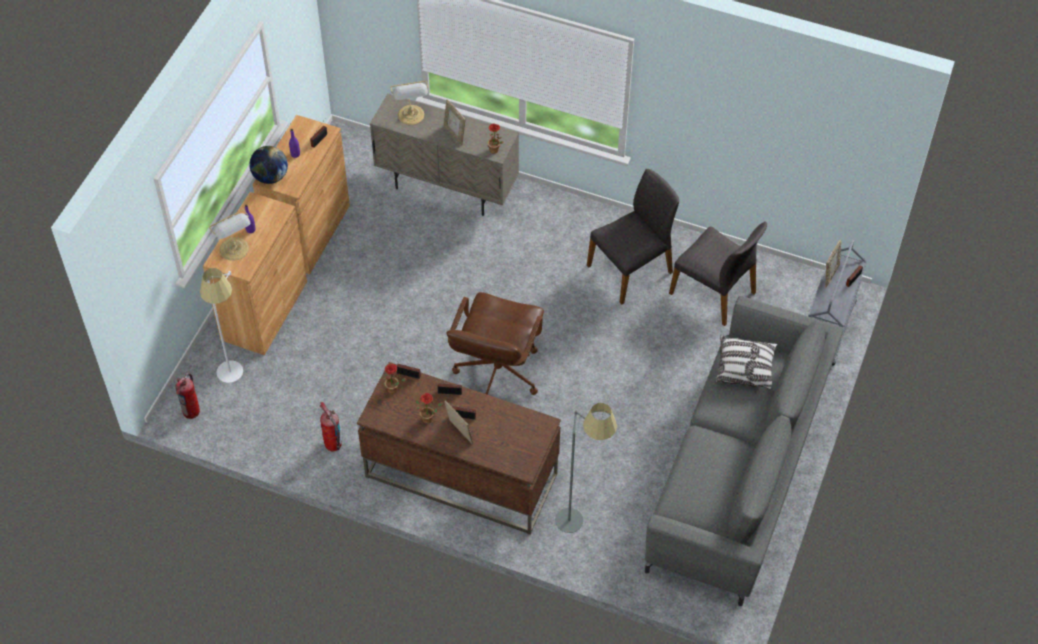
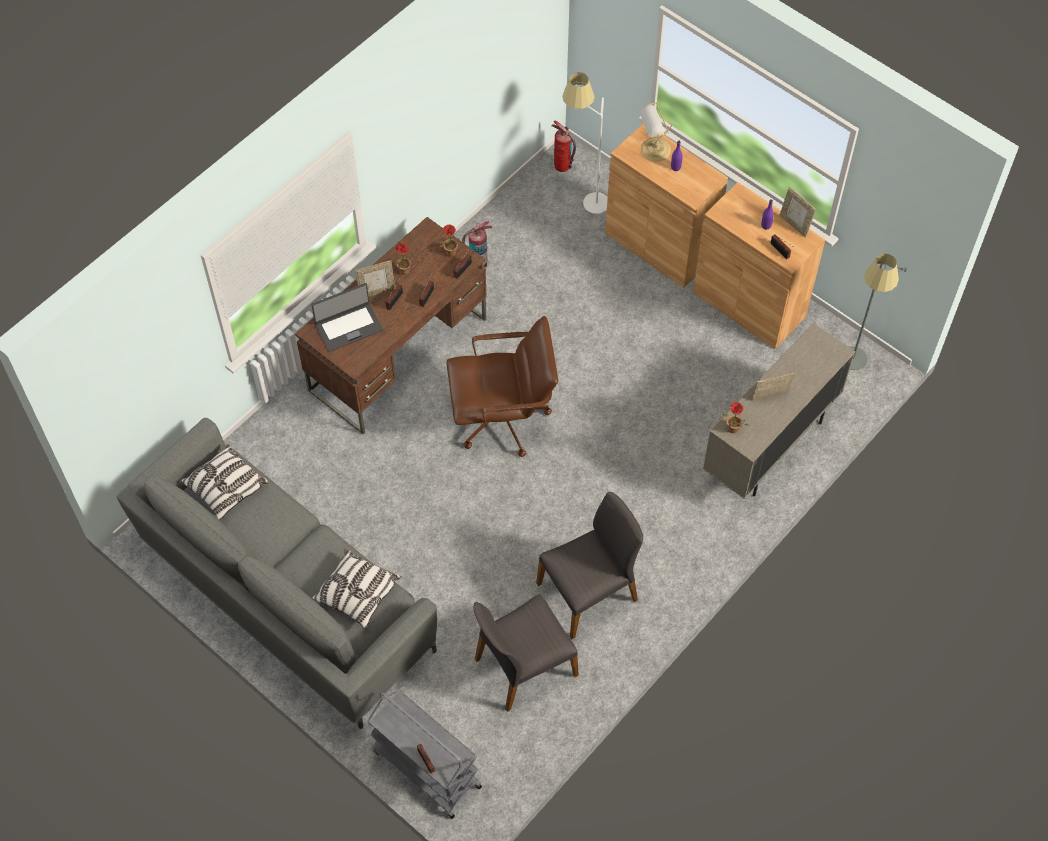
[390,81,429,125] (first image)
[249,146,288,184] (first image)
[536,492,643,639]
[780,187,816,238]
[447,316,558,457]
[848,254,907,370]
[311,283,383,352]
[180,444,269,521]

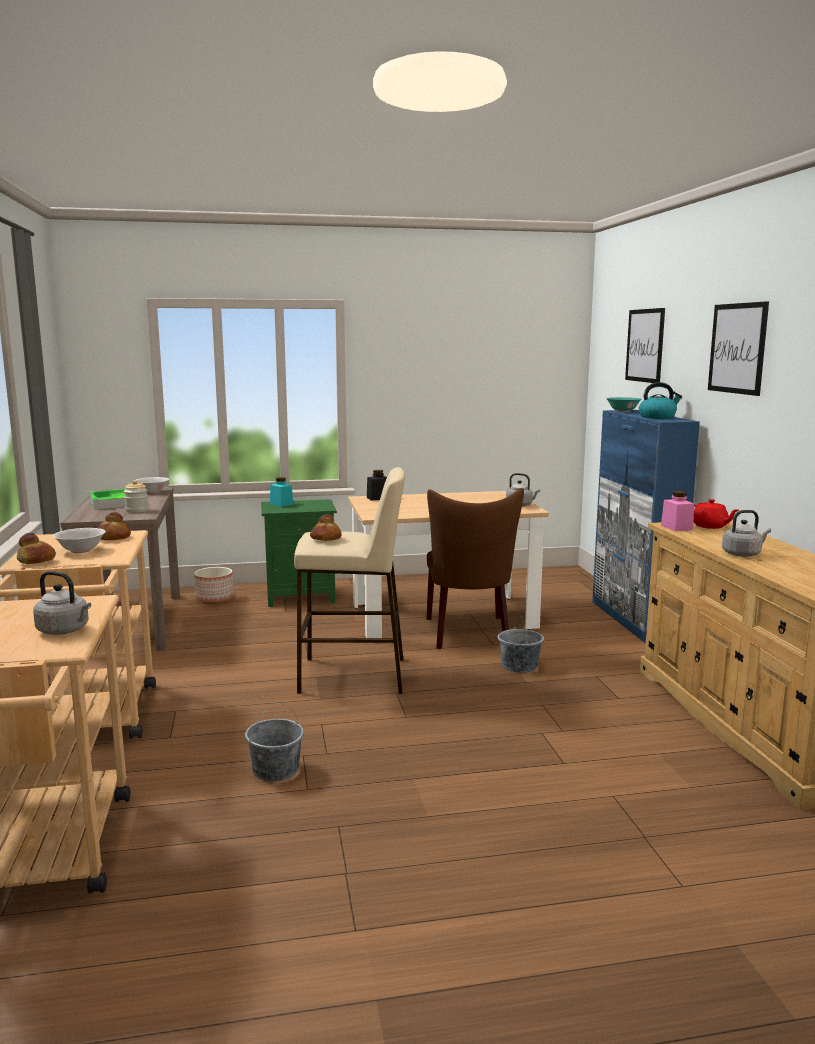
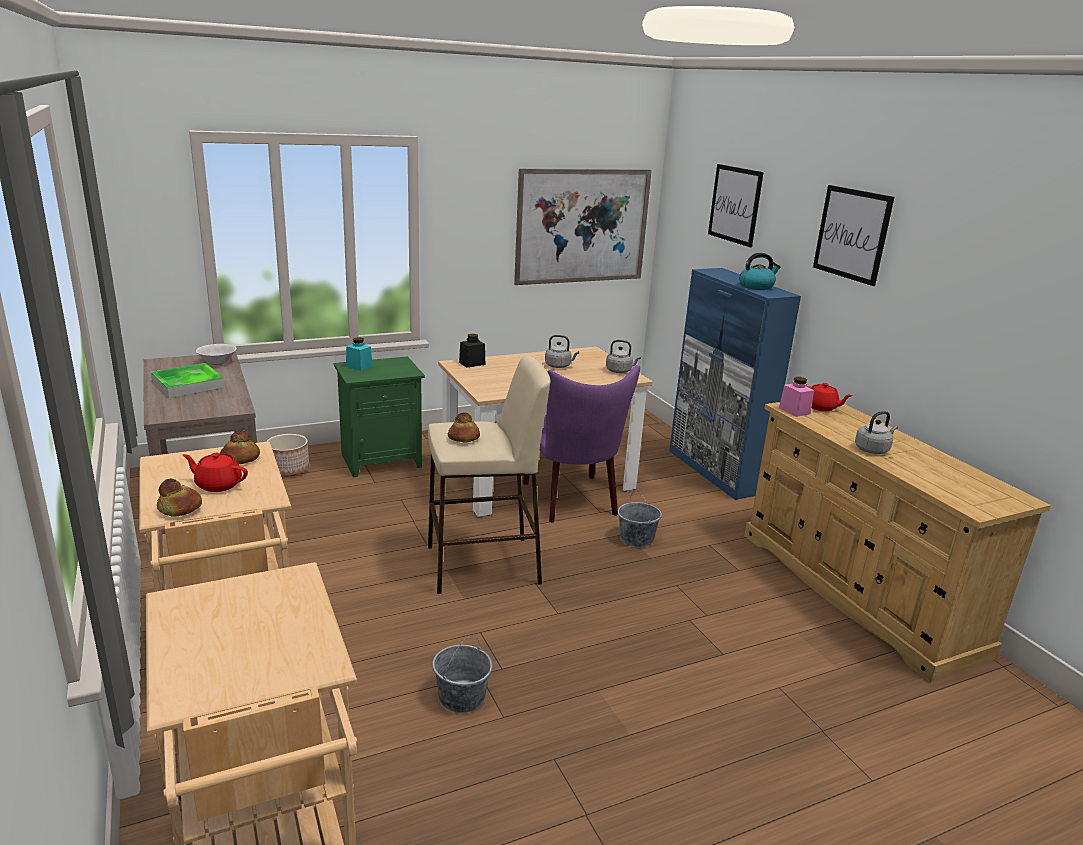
[606,397,642,412] (first image)
[124,480,149,513] (first image)
[523,365,640,523]
[183,453,248,492]
[545,335,579,368]
[514,169,652,285]

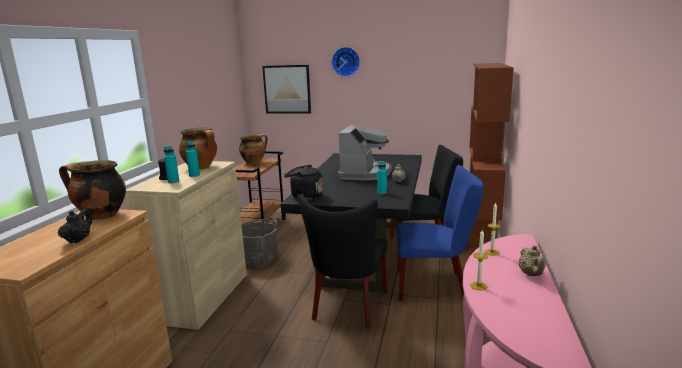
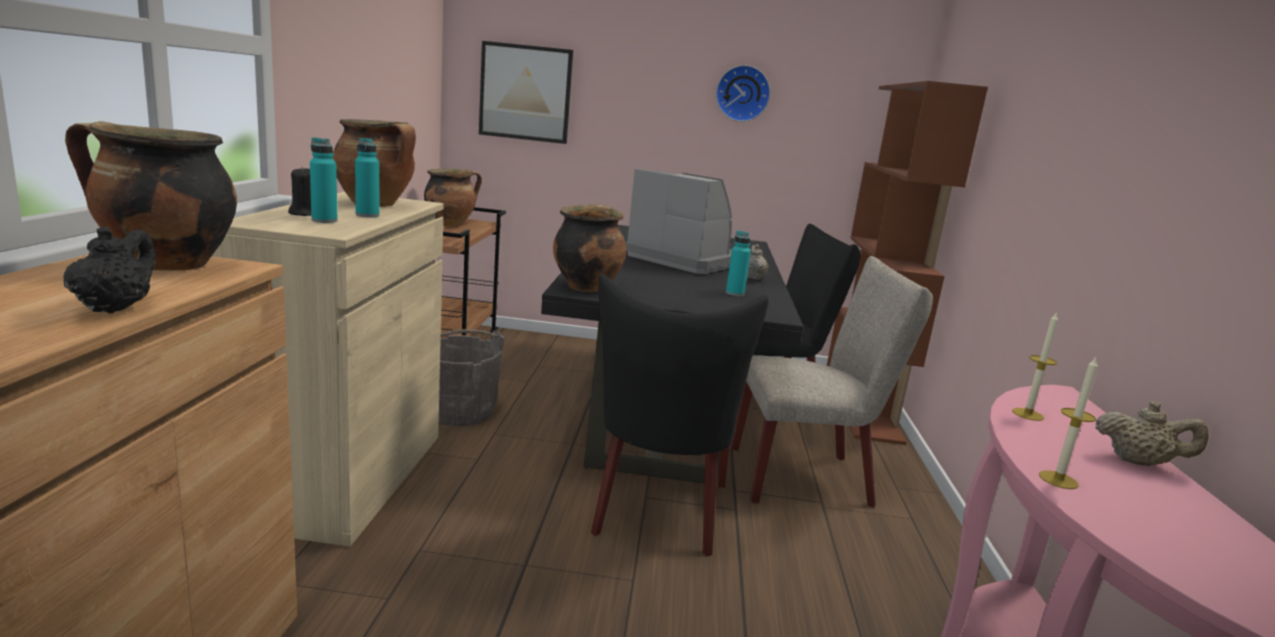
[716,65,771,122]
[626,168,732,274]
[553,205,626,292]
[731,256,933,508]
[1095,401,1209,466]

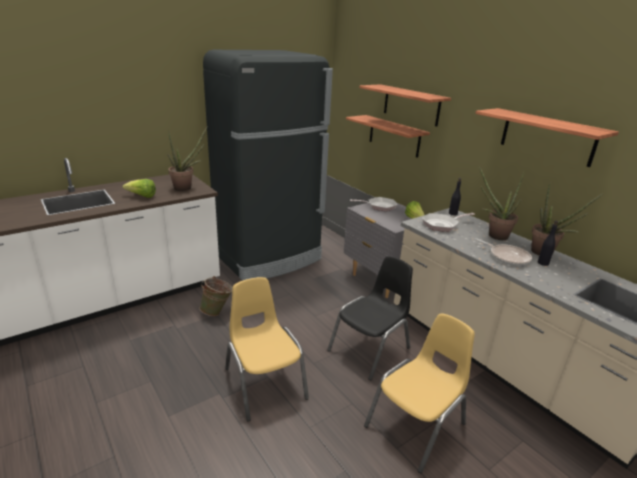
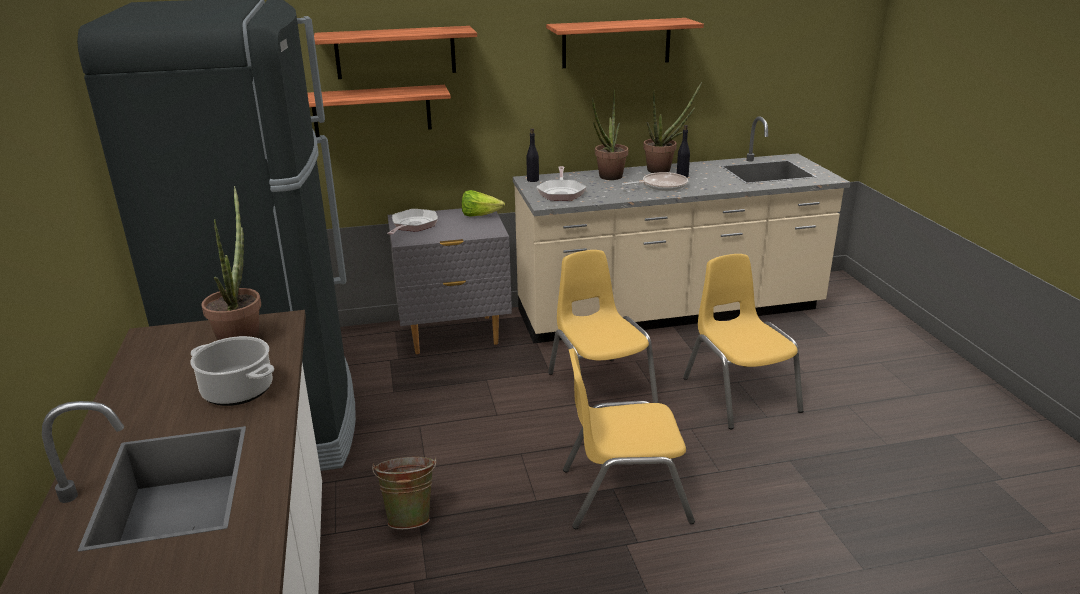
[190,336,274,406]
[548,250,658,403]

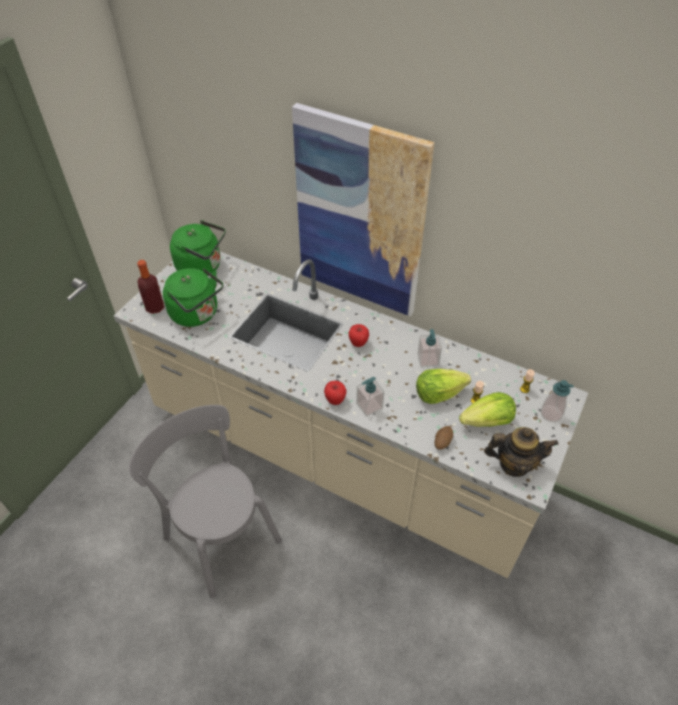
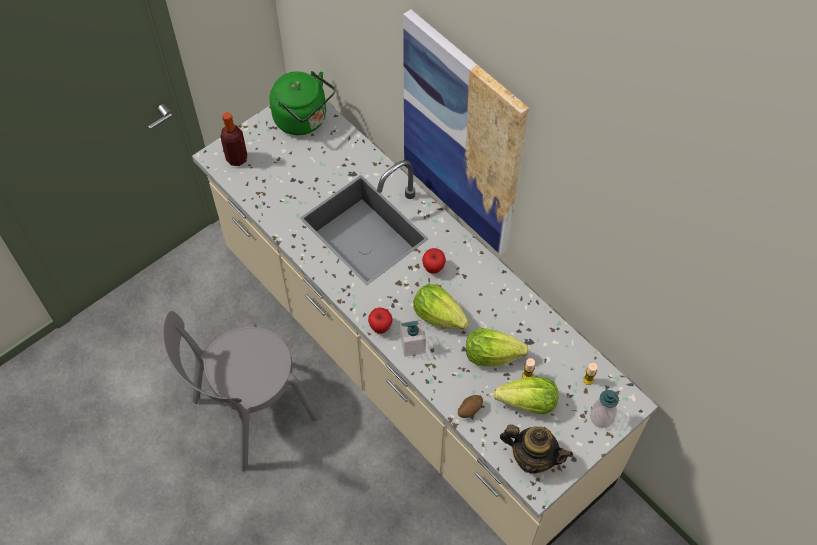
[163,268,224,327] (first image)
[417,329,442,368] (first image)
[163,311,319,472]
[413,284,469,330]

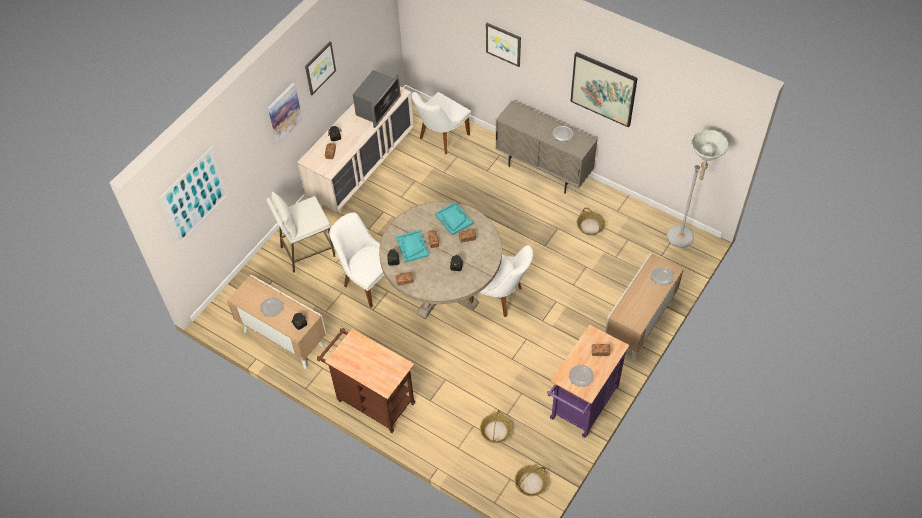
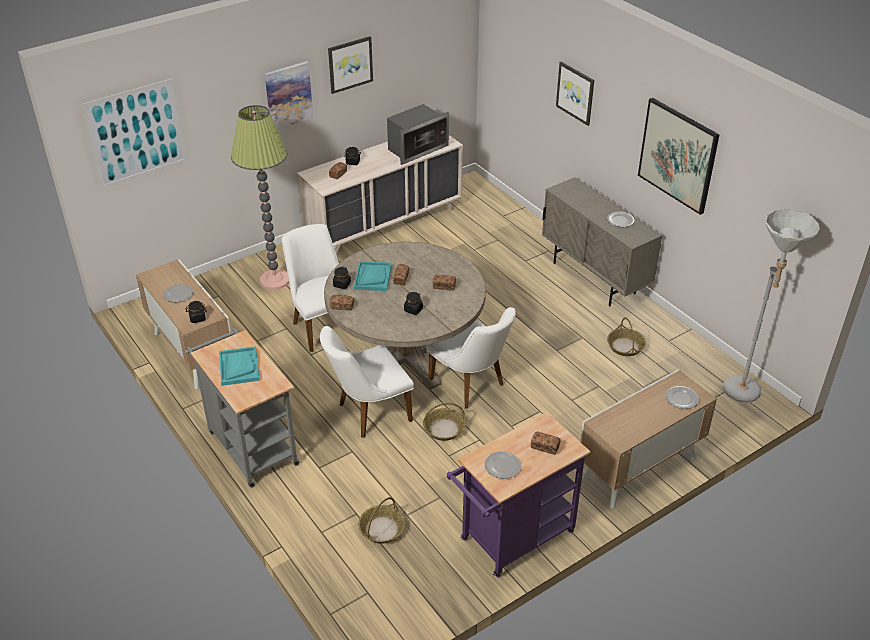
[320,326,414,438]
[231,105,289,290]
[219,346,260,386]
[185,328,300,488]
[423,403,466,441]

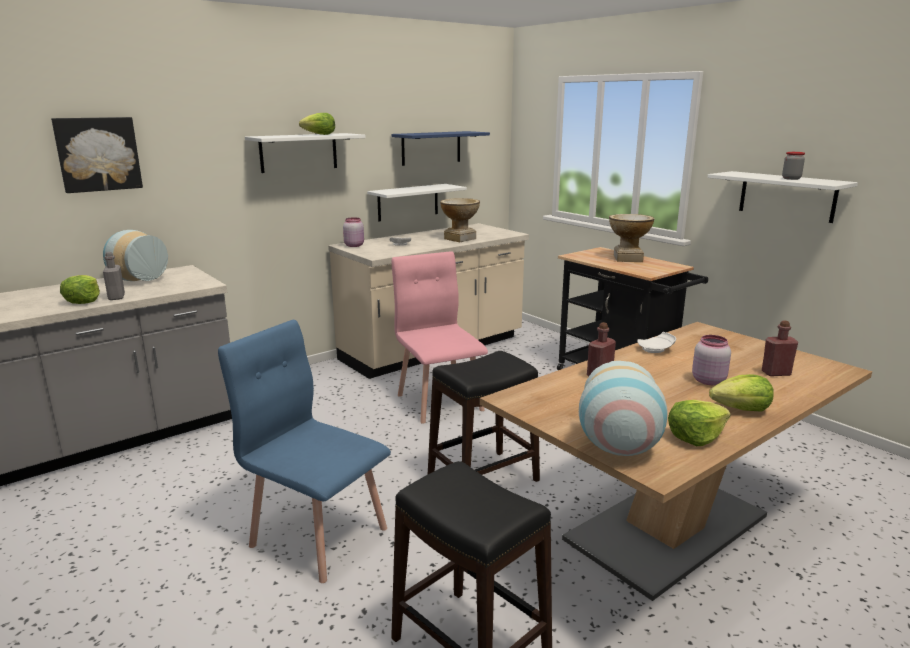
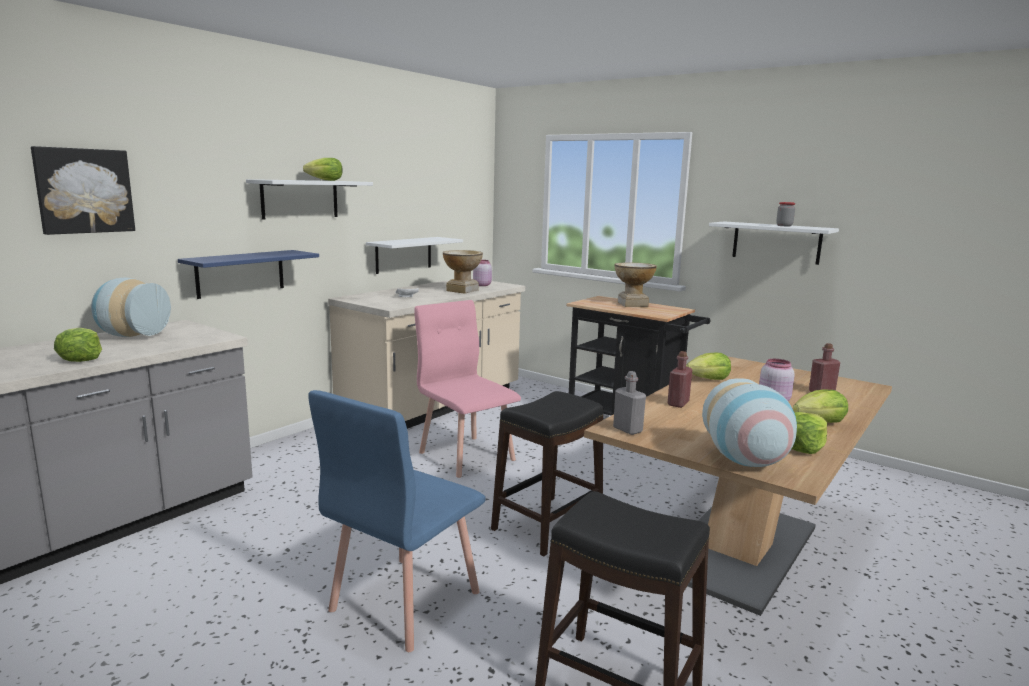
[178,250,319,299]
[473,260,492,286]
[613,371,646,435]
[308,390,486,652]
[686,353,731,380]

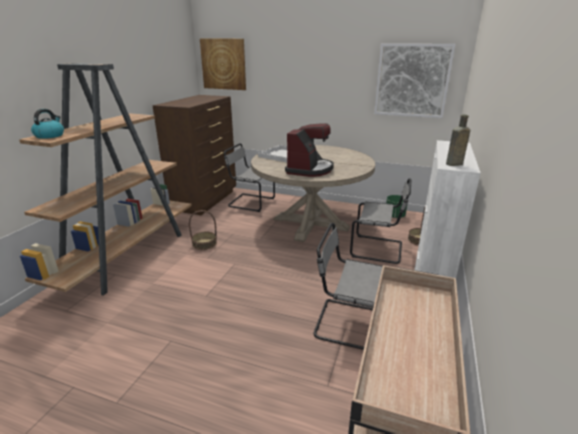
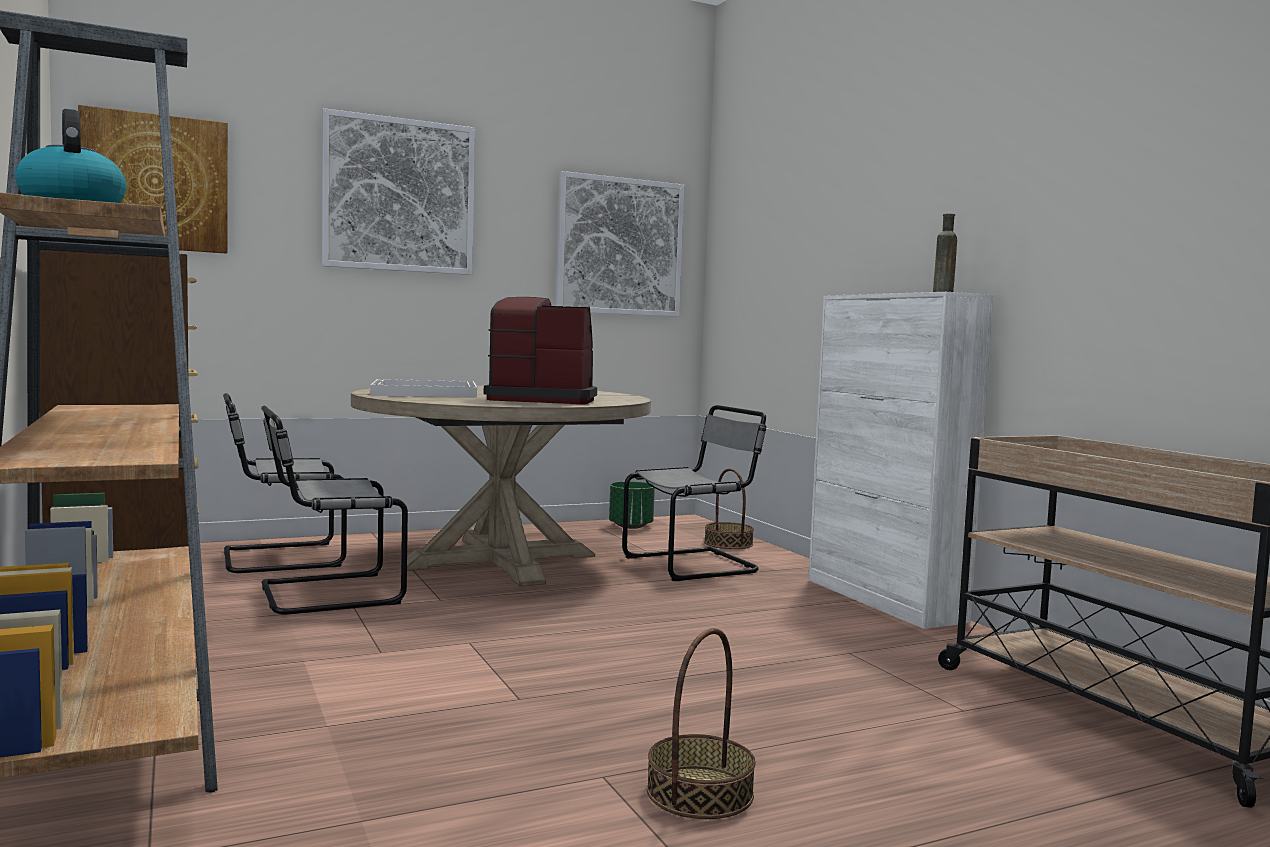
[484,297,597,404]
[647,628,756,819]
[261,406,408,614]
[322,108,475,275]

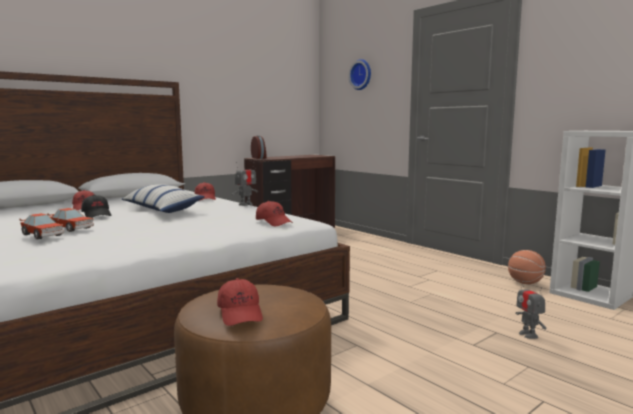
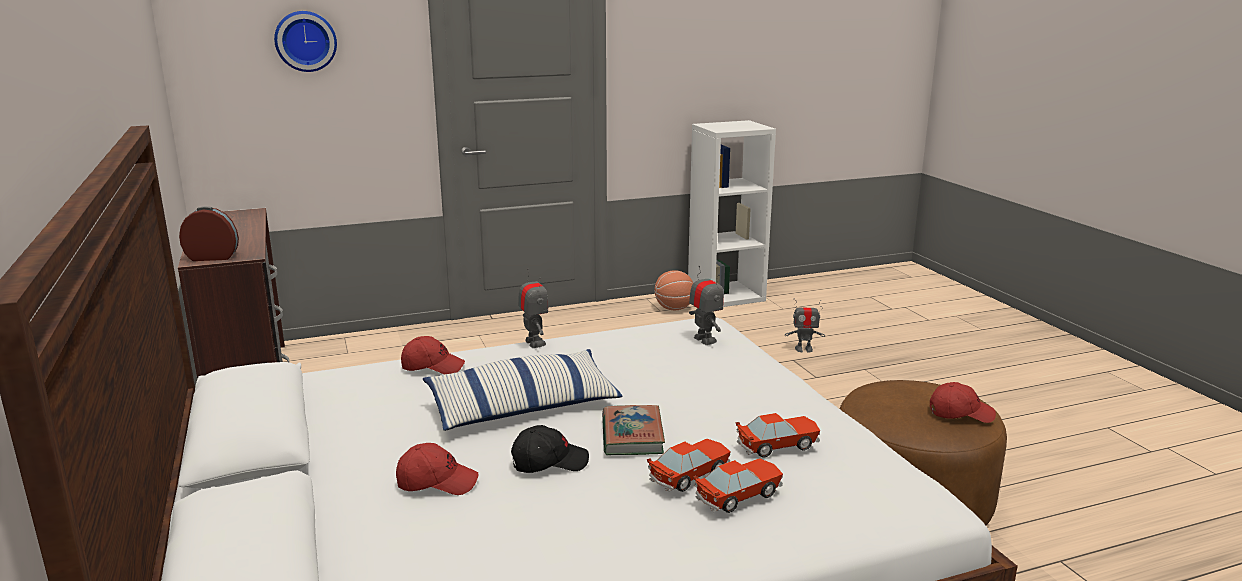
[689,265,724,345]
[602,405,665,455]
[735,413,820,458]

